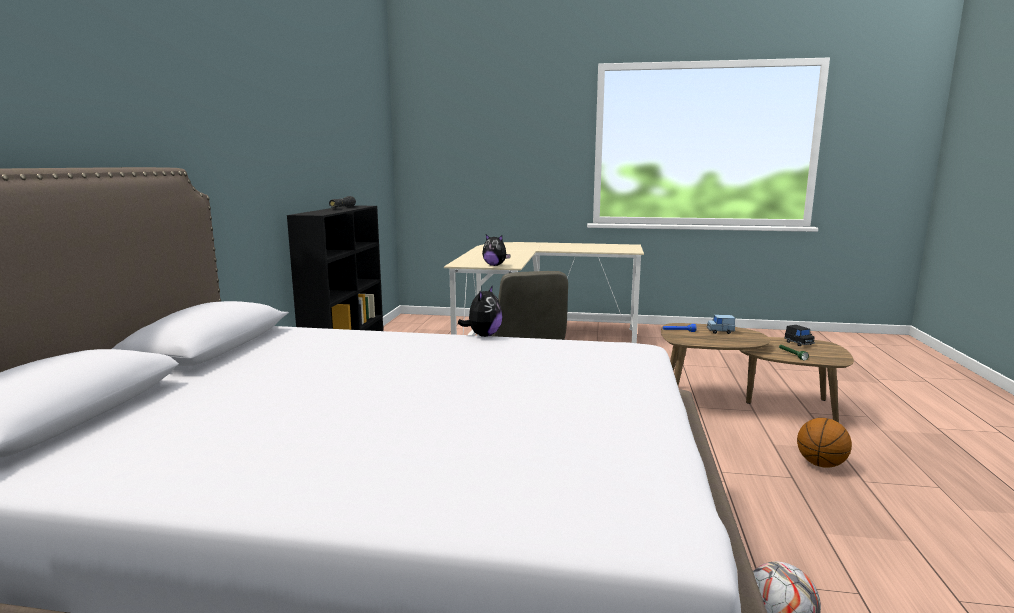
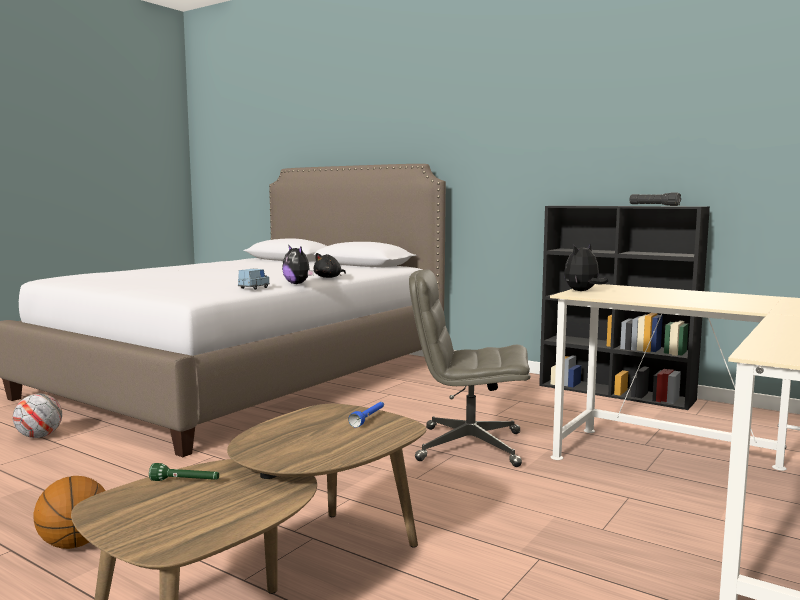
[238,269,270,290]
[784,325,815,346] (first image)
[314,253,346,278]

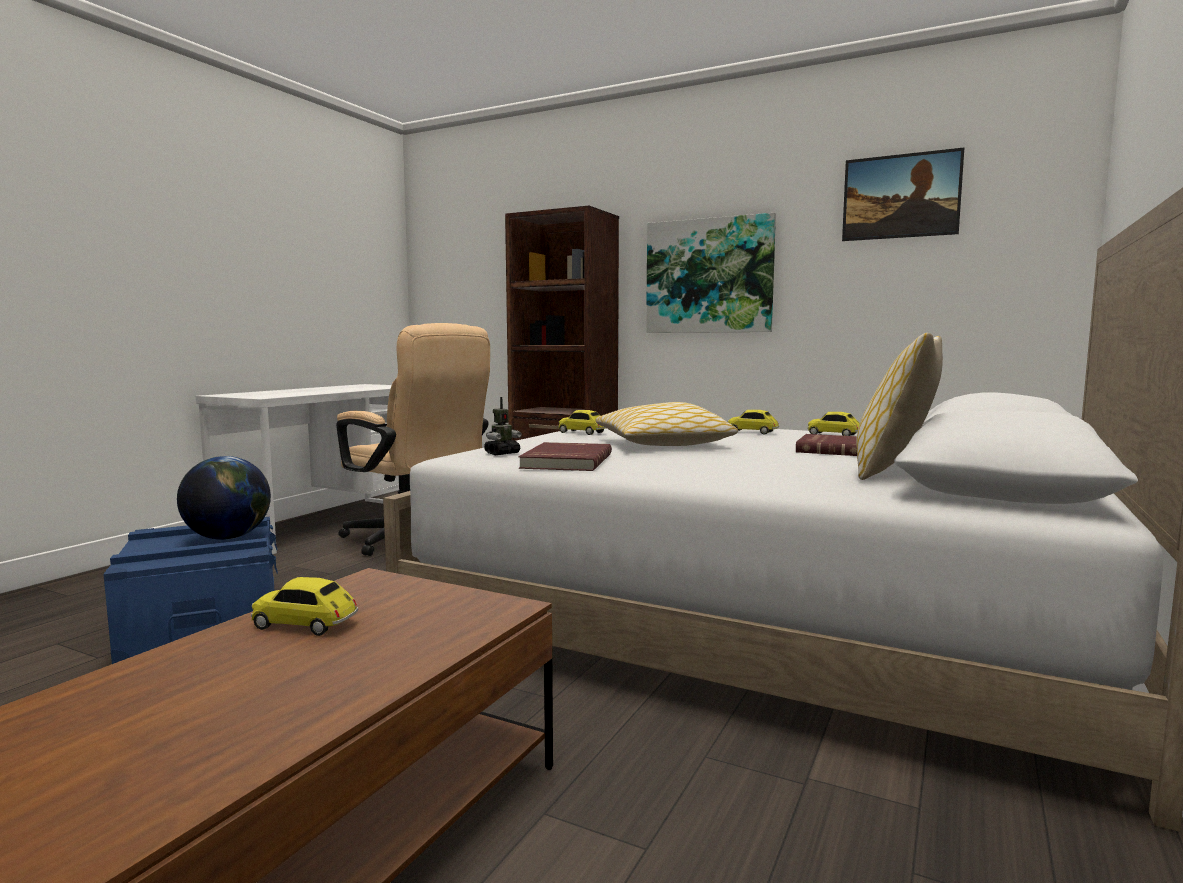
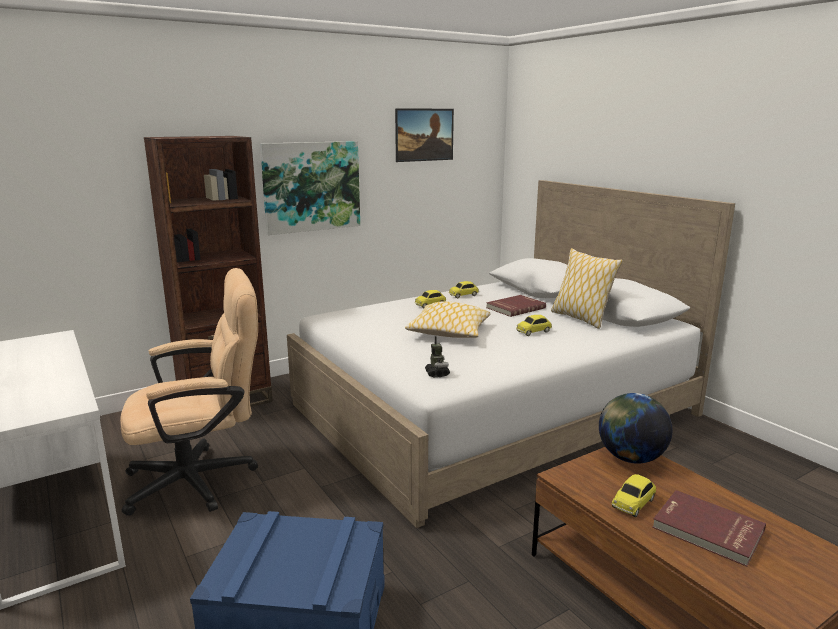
[516,315,552,336]
[652,490,766,567]
[599,393,672,464]

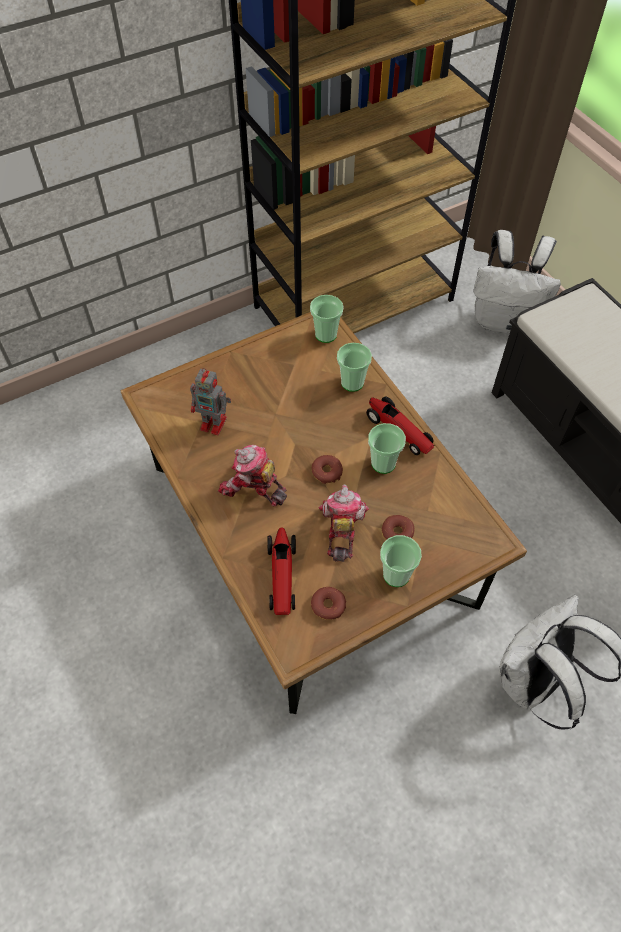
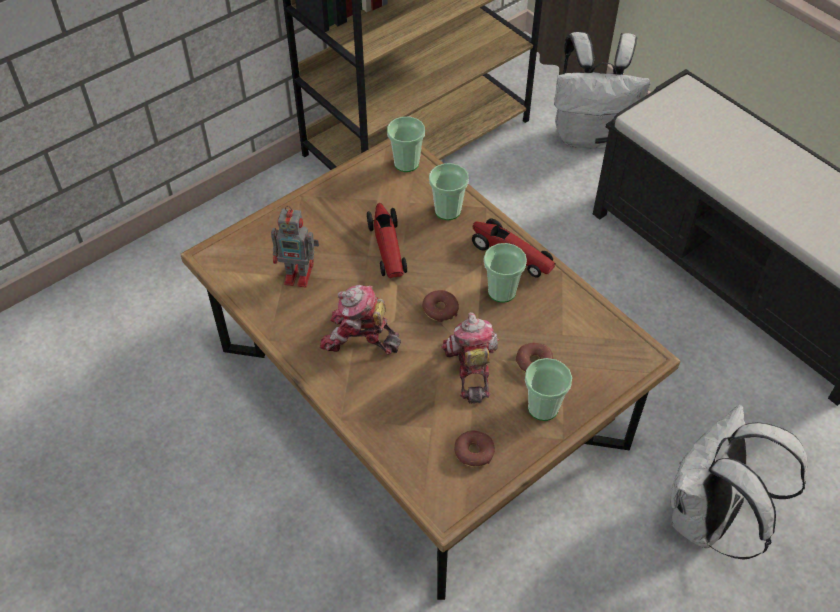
[367,203,407,278]

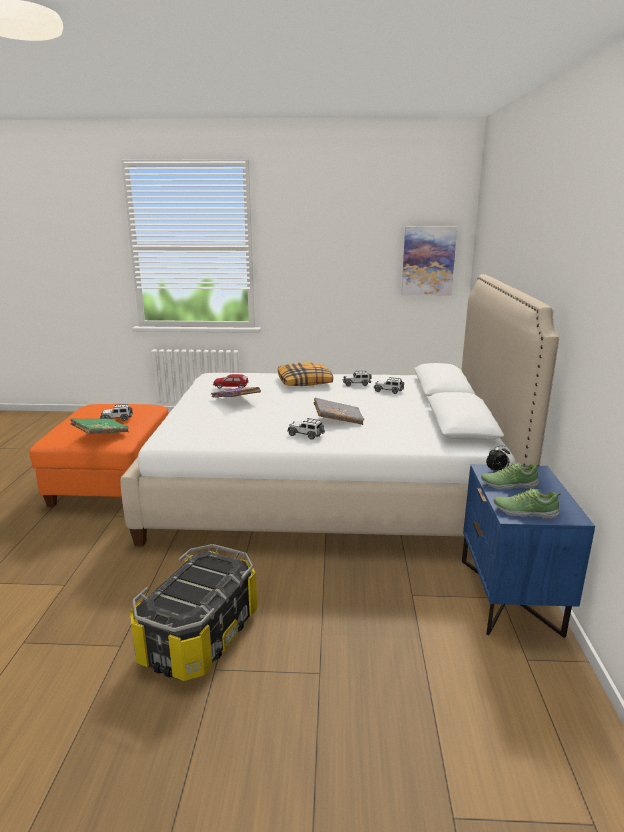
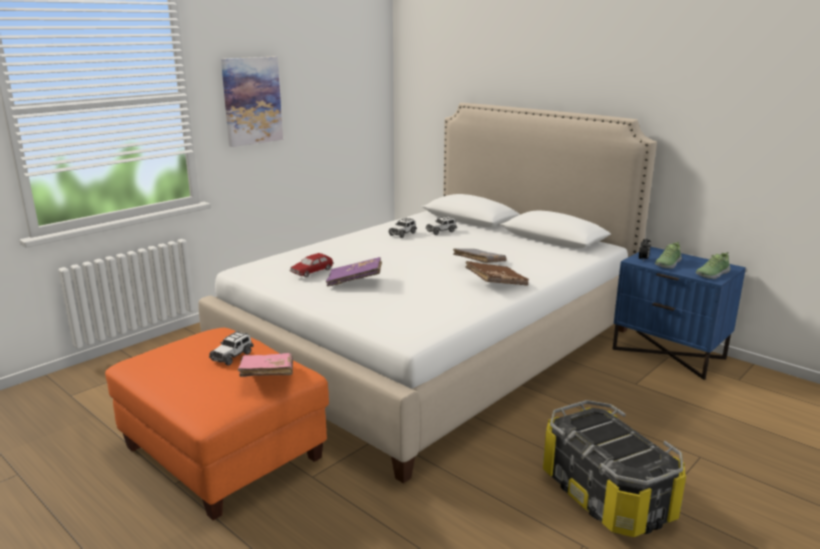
[221,57,283,147]
[278,362,333,386] (first image)
[238,353,293,377]
[465,261,529,286]

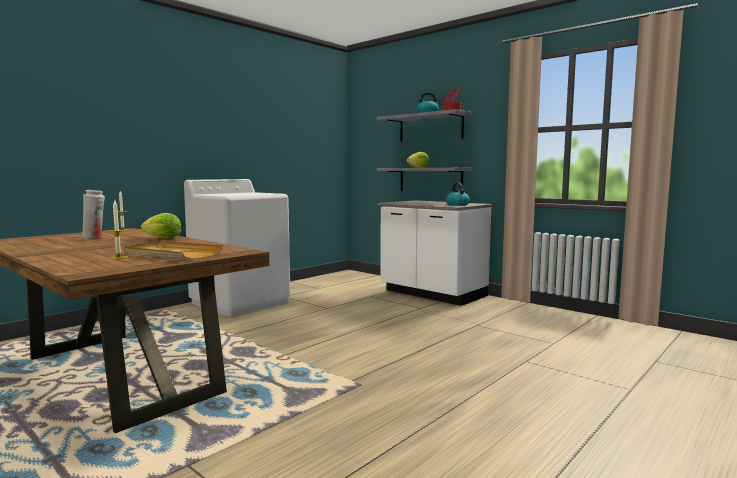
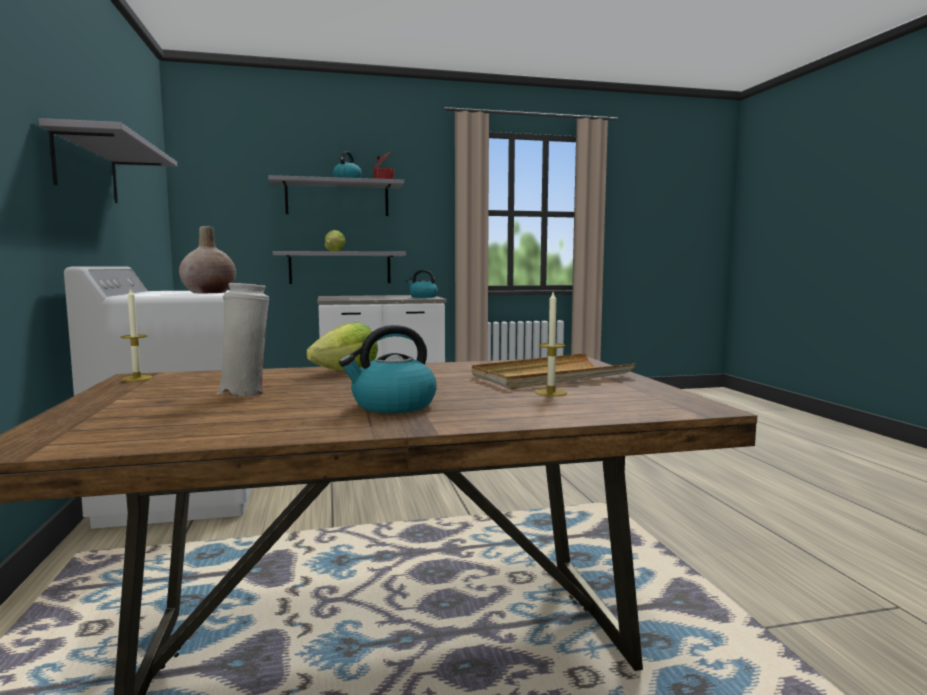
[38,118,177,203]
[179,227,236,293]
[339,325,437,413]

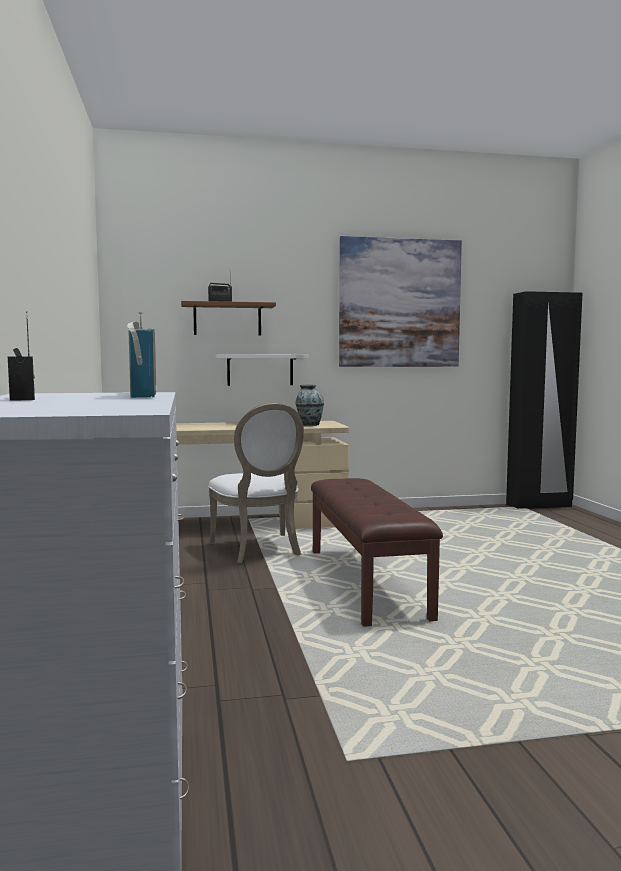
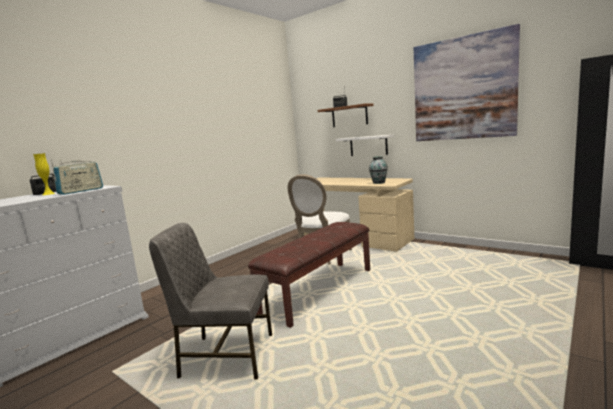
[33,153,55,195]
[149,223,272,379]

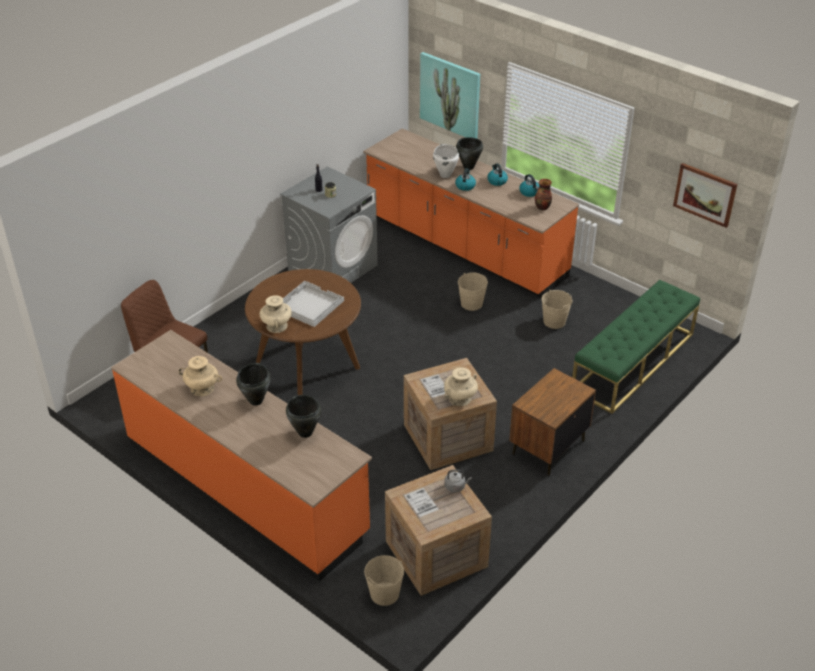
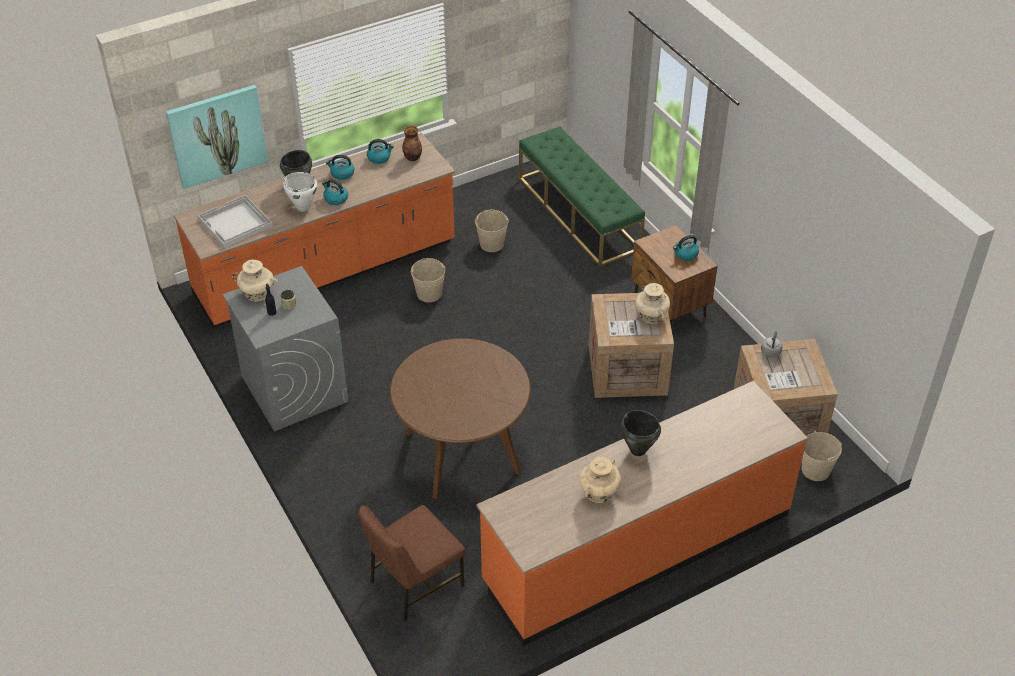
[673,163,737,228] (first image)
[198,195,273,248]
[232,260,278,301]
[286,395,322,438] (first image)
[673,235,699,261]

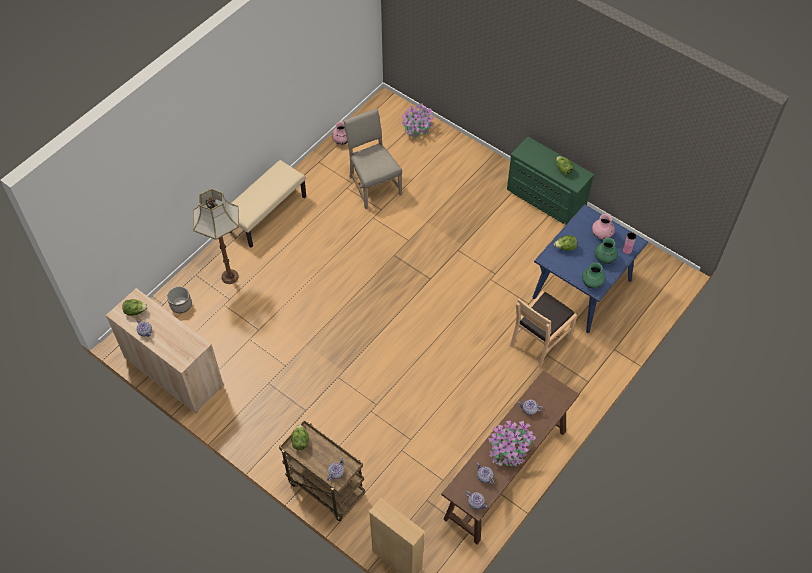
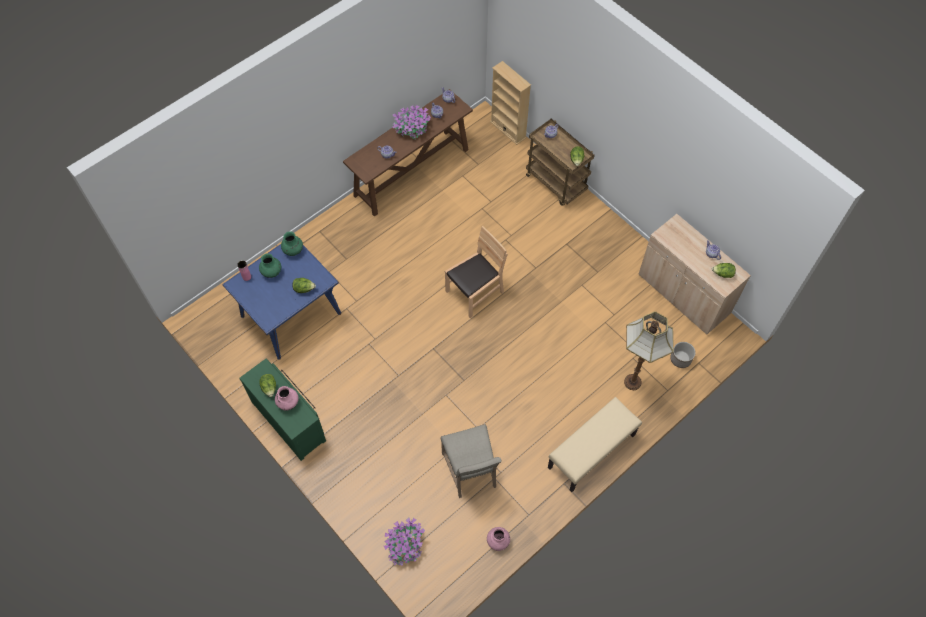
[275,386,299,411]
[445,226,508,318]

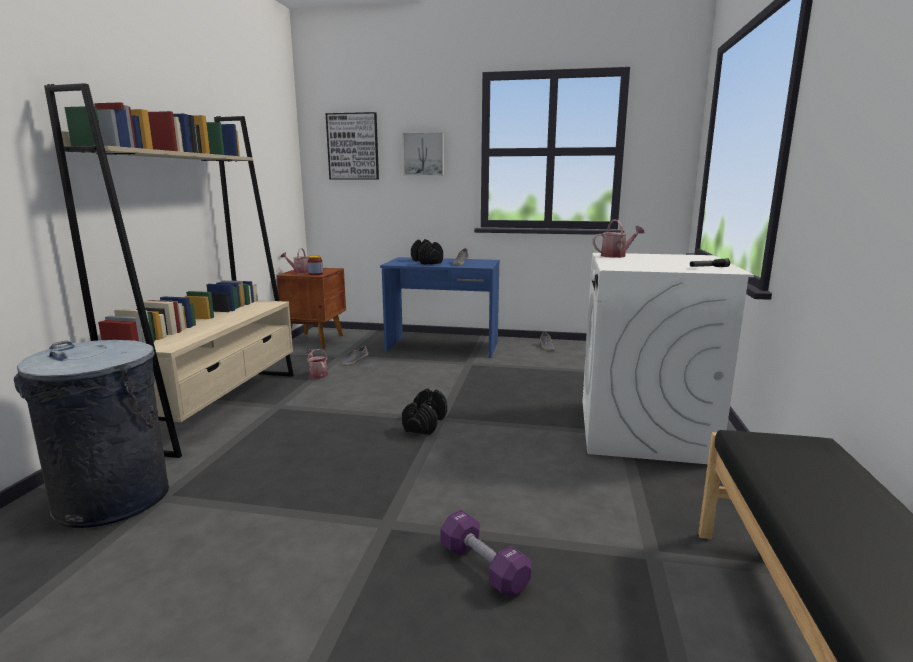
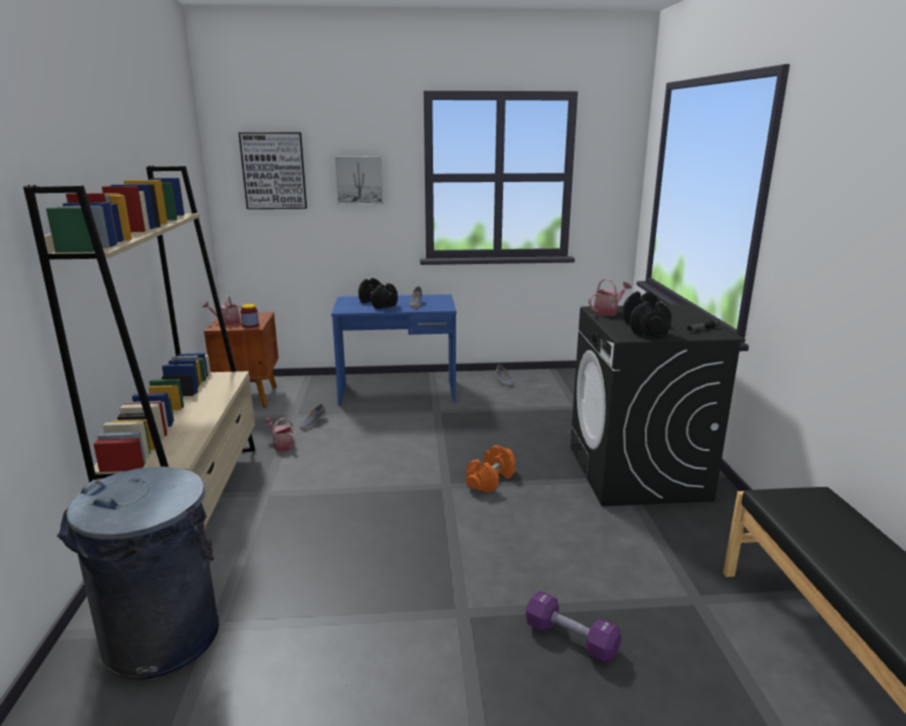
[570,304,746,506]
[622,291,672,335]
[466,445,515,493]

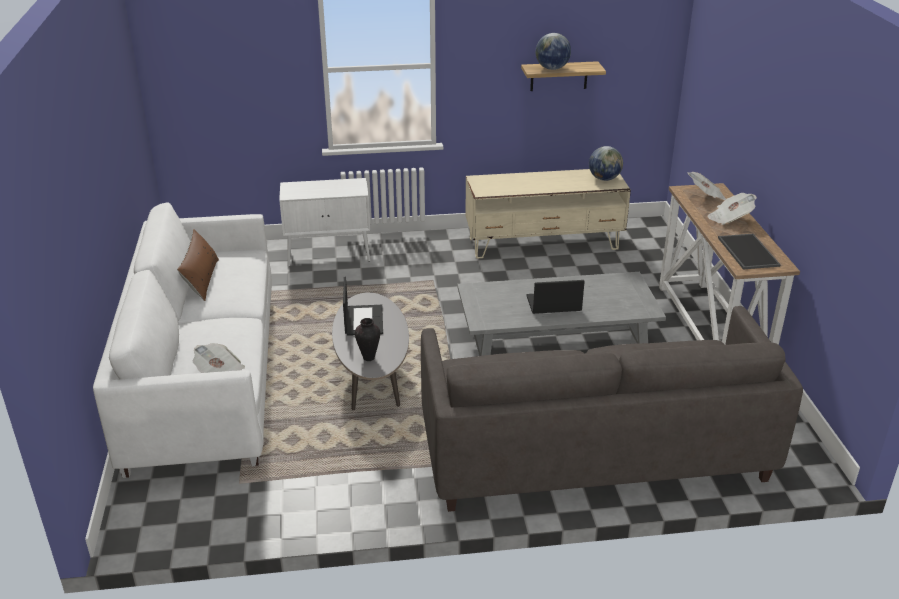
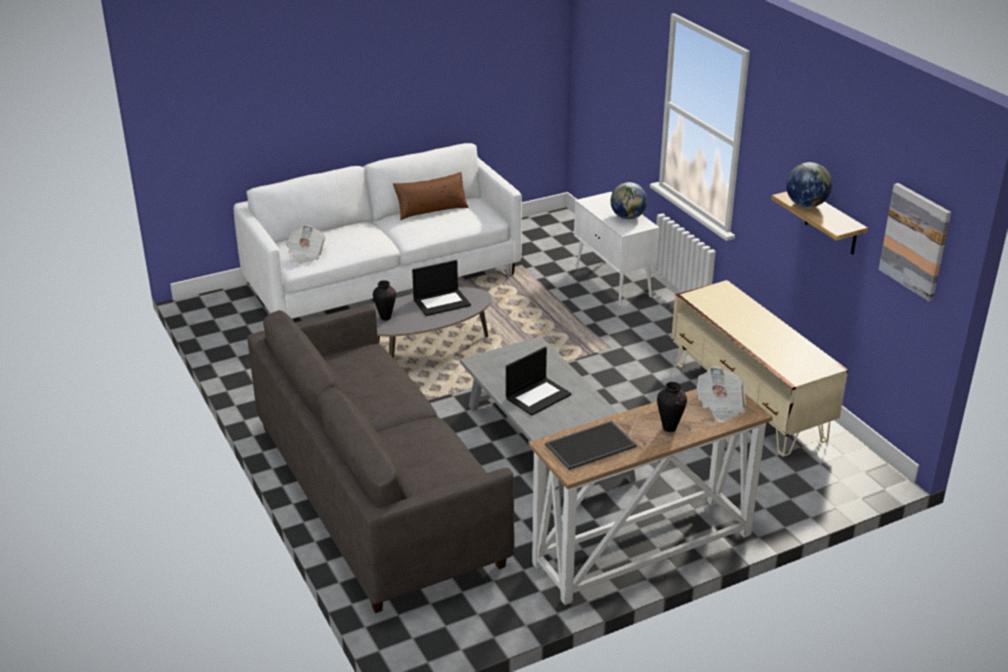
[611,182,647,220]
[657,382,687,432]
[506,347,572,416]
[879,183,951,302]

